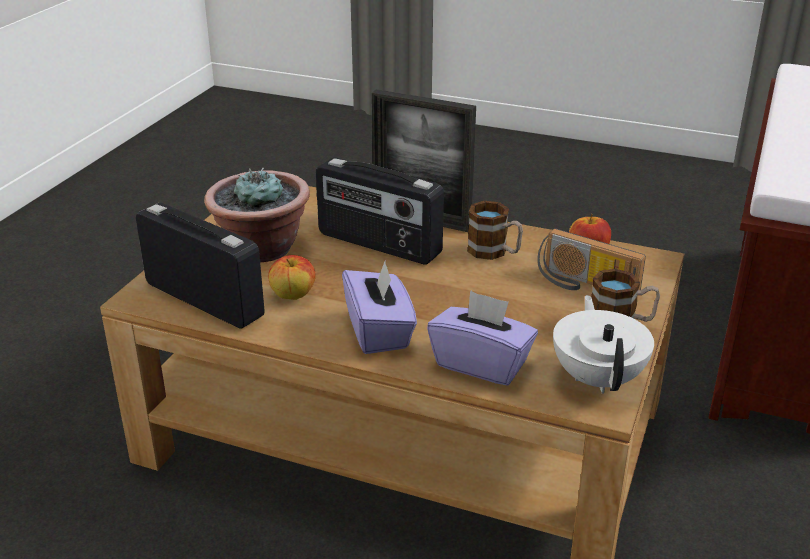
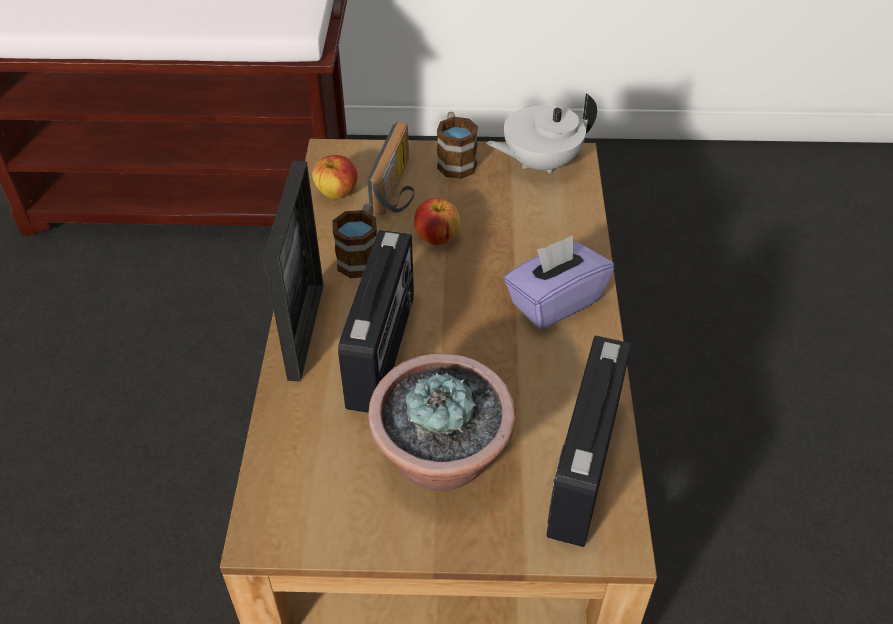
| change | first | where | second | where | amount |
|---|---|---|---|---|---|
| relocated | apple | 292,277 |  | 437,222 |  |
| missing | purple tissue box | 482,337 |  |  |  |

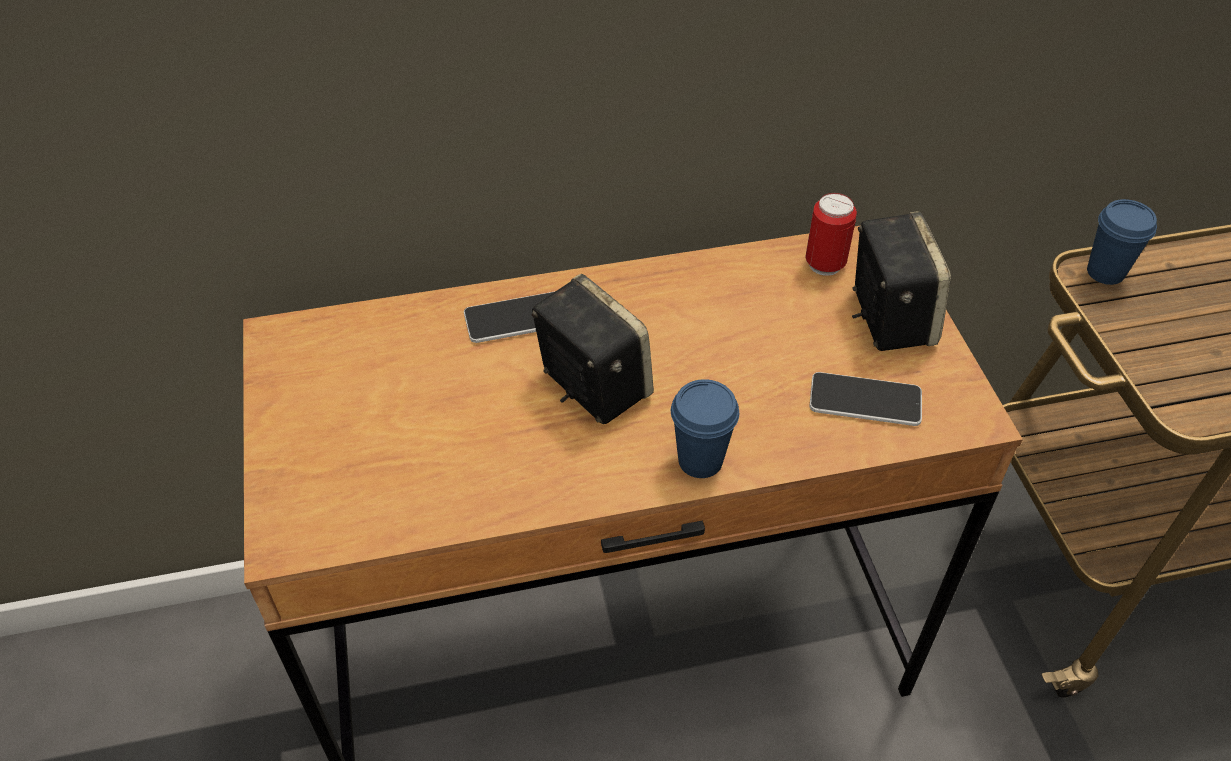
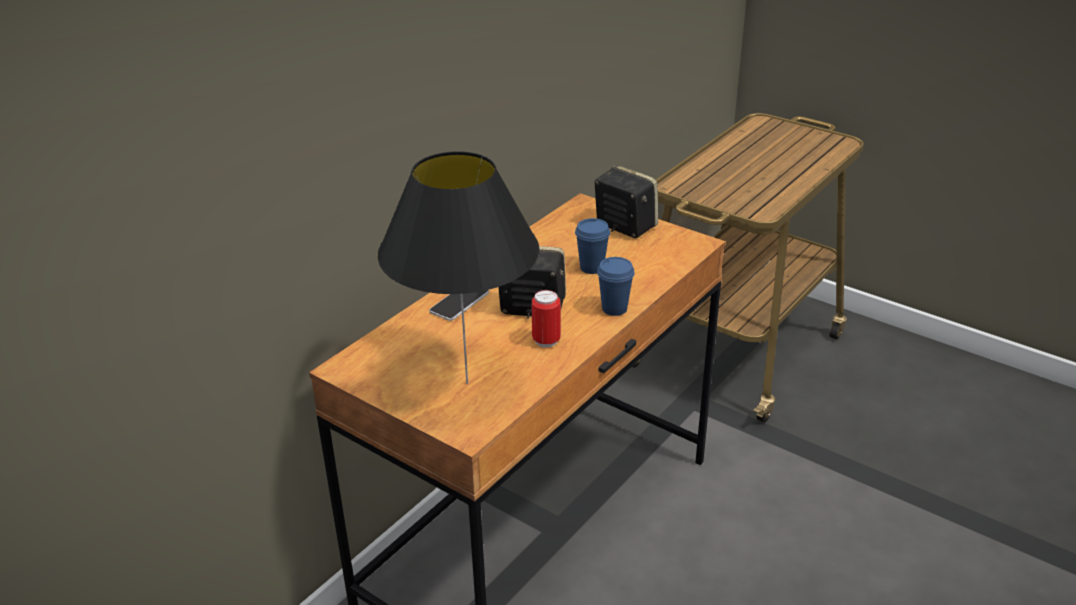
| change | first | where | second | where | amount |
|---|---|---|---|---|---|
| relocated | sealed can | 831,234 |  | 546,319 |  |
| missing | phone | 866,399 |  |  |  |
| relocated | blue drinking cup | 1122,242 |  | 592,246 |  |
| appeared |  |  | black-coloured tabletop lamp | 459,267 |  |

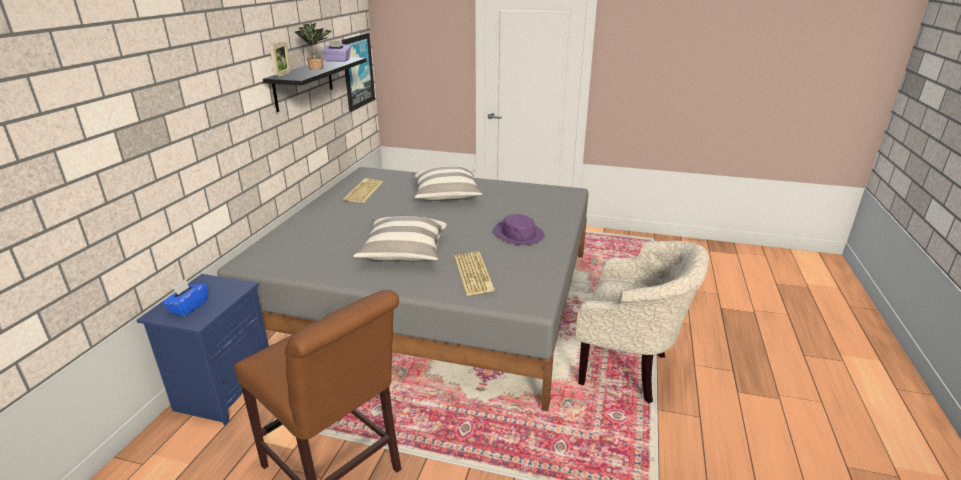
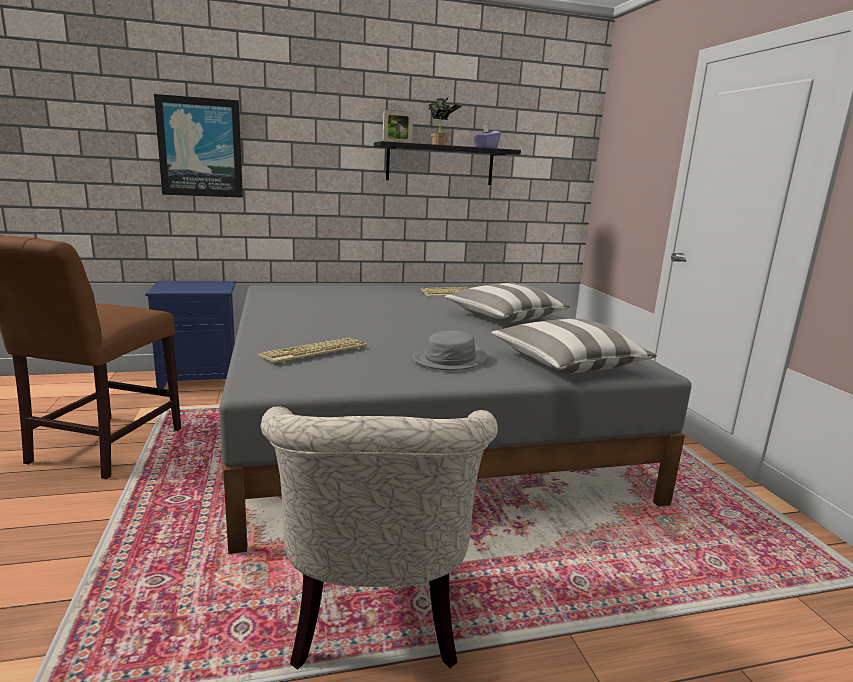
| change | first | where | second | where | amount |
|---|---|---|---|---|---|
| missing | blue tissue box | 185,298 |  |  |  |
| relocated | picture | 358,72 |  | 198,146 |  |
| relocated | throw pillow | 400,239 |  | 574,346 |  |
| colour | purple hat | 519,229 | greyish hat | 450,350 |  |

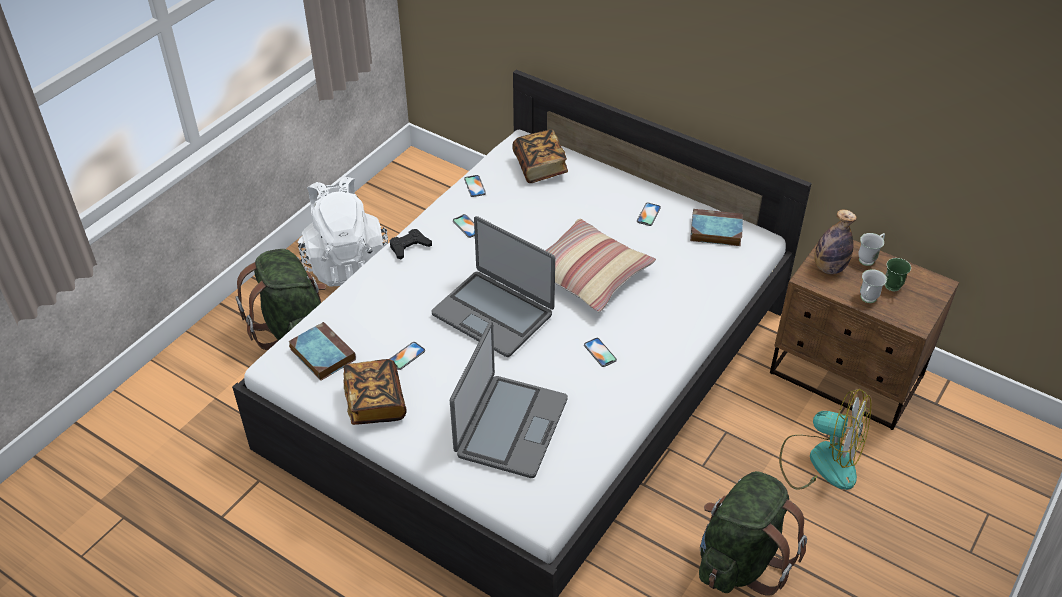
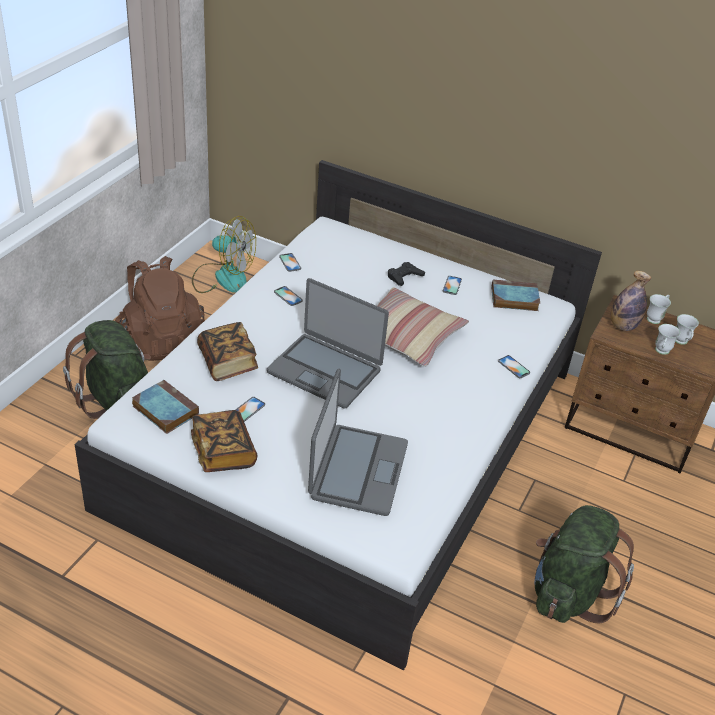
| change | first | where | second | where | amount |
|---|---|---|---|---|---|
| colour | whitish rucksack | 343,232 | brown rucksack | 160,308 |  |
| relocated | black-coloured gamepad | 411,244 |  | 406,274 |  |
| relocated | bound book | 540,156 |  | 227,351 |  |
| relocated | phone | 600,352 |  | 514,366 |  |
| relocated | electric fan | 825,439 |  | 224,254 |  |
| colour | green coffee mug | 898,274 | whitish coffee mug | 687,329 |  |

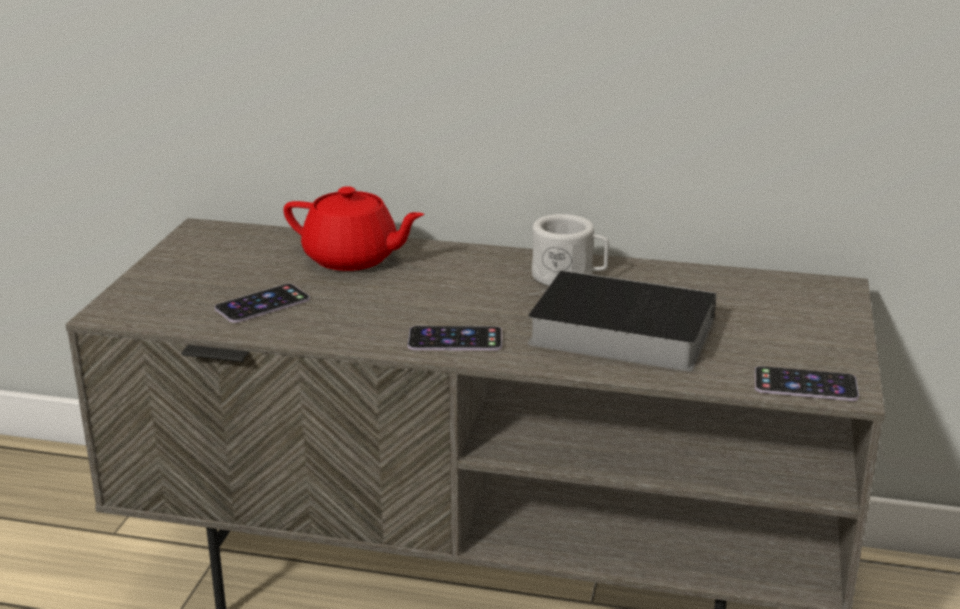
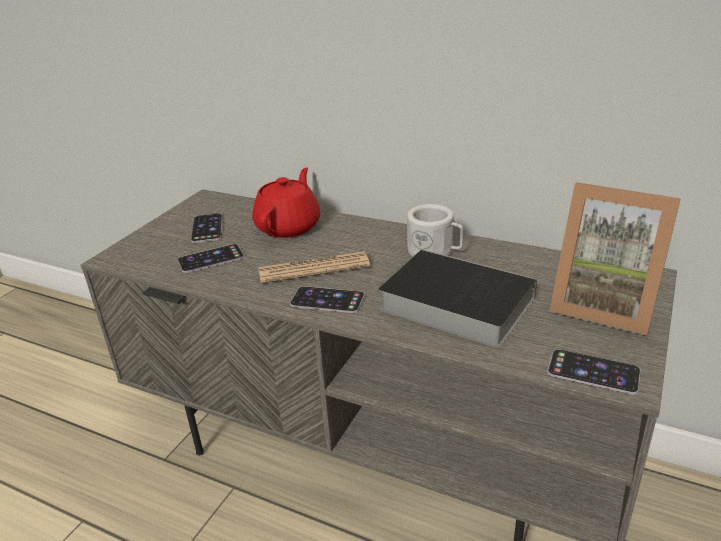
| change | first | where | second | where | amount |
|---|---|---|---|---|---|
| spun | red-coloured tea pot | 353,228 |  | 286,202 | 105 degrees counterclockwise |
| appeared |  |  | phone | 207,228 |  |
| appeared |  |  | daily paper | 314,267 |  |
| appeared |  |  | picture frame | 615,259 |  |

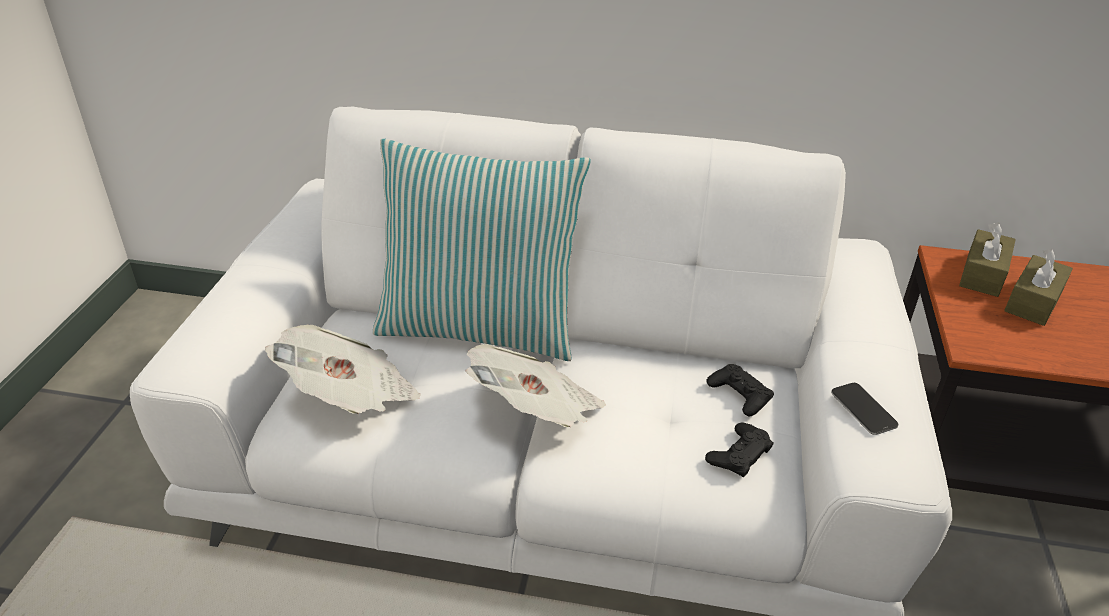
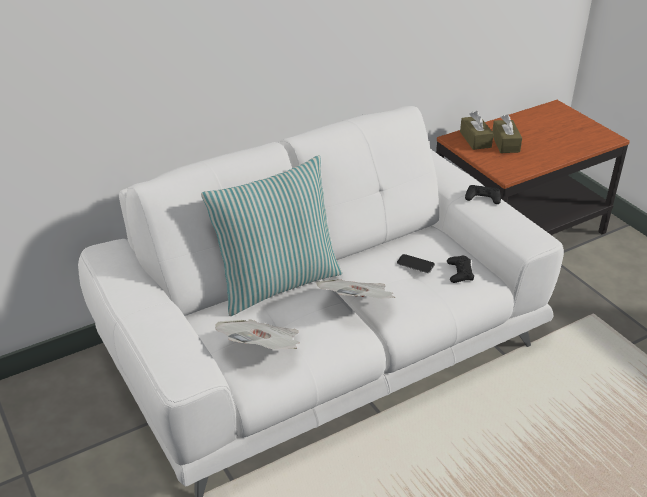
| change | first | where | second | where | amount |
|---|---|---|---|---|---|
| relocated | black-coloured gamepad | 740,390 |  | 483,194 |  |
| relocated | phone | 864,409 |  | 416,263 |  |

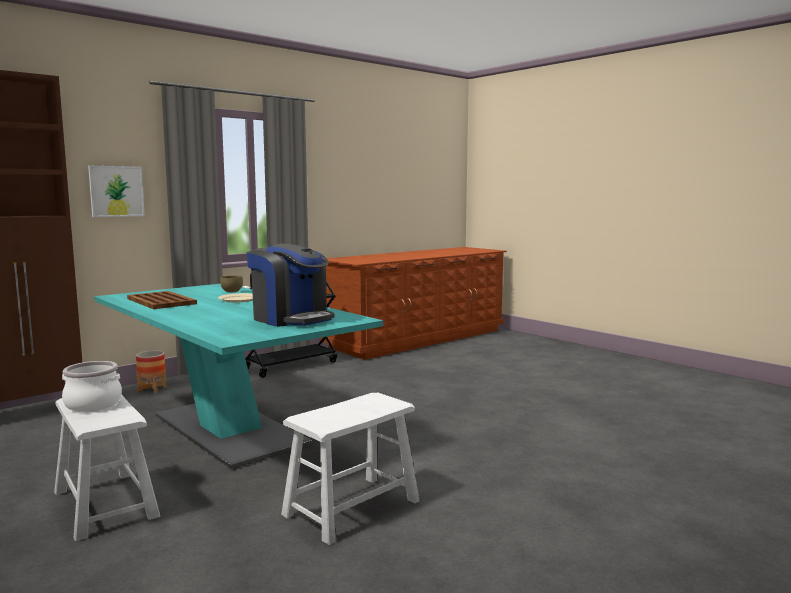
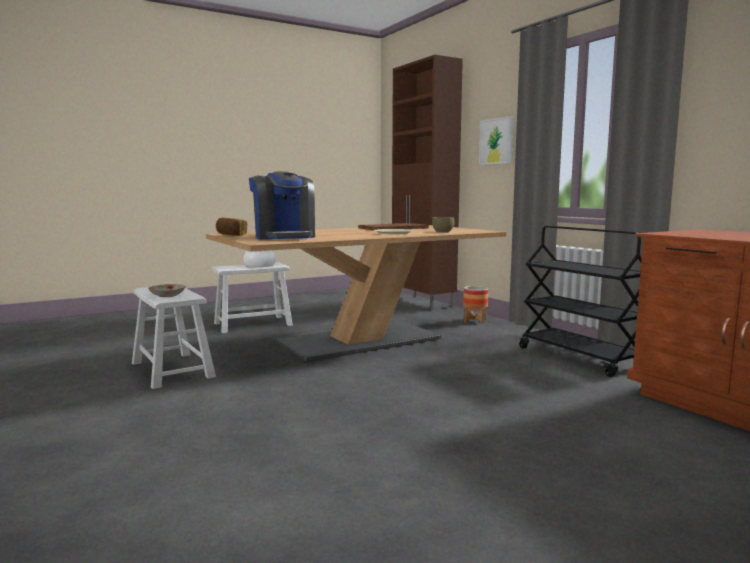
| change | first | where | second | where | amount |
|---|---|---|---|---|---|
| colour | turquoise-coloured kitchen table | 238,376 | sand-coloured kitchen table | 356,293 |  |
| spun | coffee brewer | 290,285 |  | 282,205 | 75 degrees counterclockwise |
| appeared |  |  | dinner plate | 167,290 |  |
| appeared |  |  | bakery bread | 231,227 |  |

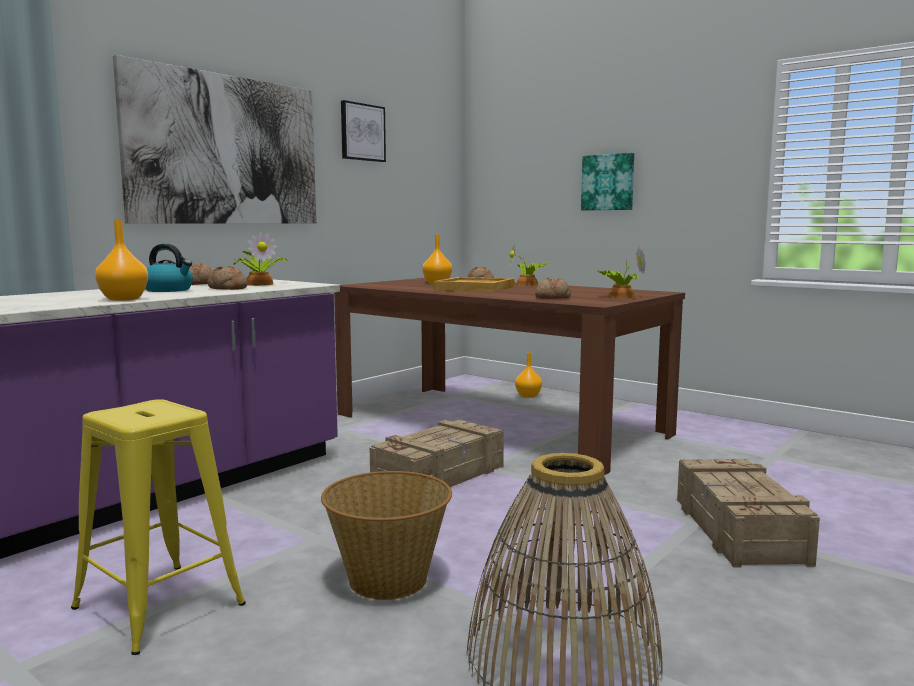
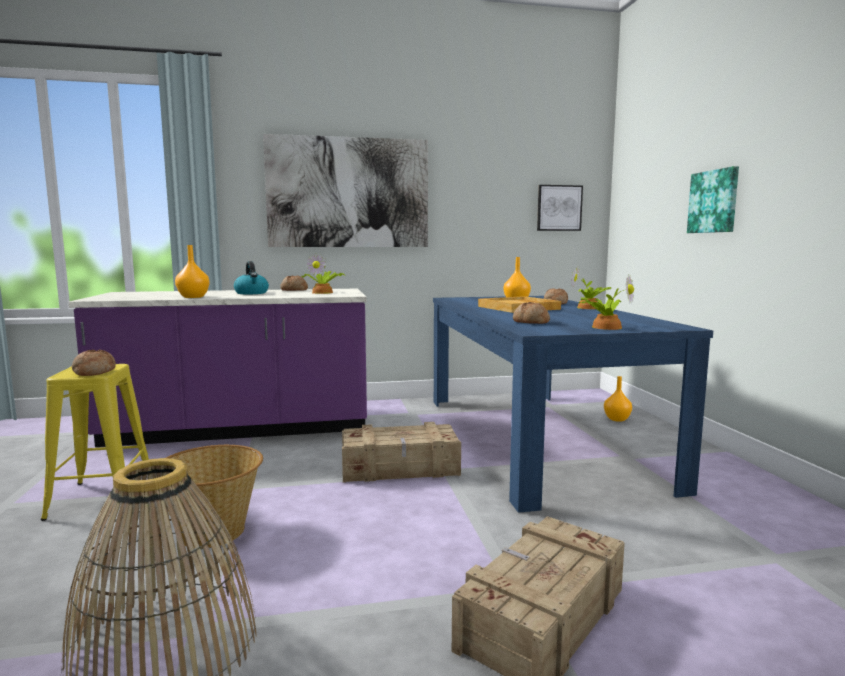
| change | first | where | second | where | amount |
|---|---|---|---|---|---|
| relocated | bakery bread | 227,278 |  | 94,363 |  |
| colour | brown kitchen table | 509,376 | blue kitchen table | 573,404 |  |
| relocated | picture | 363,131 |  | 560,208 |  |

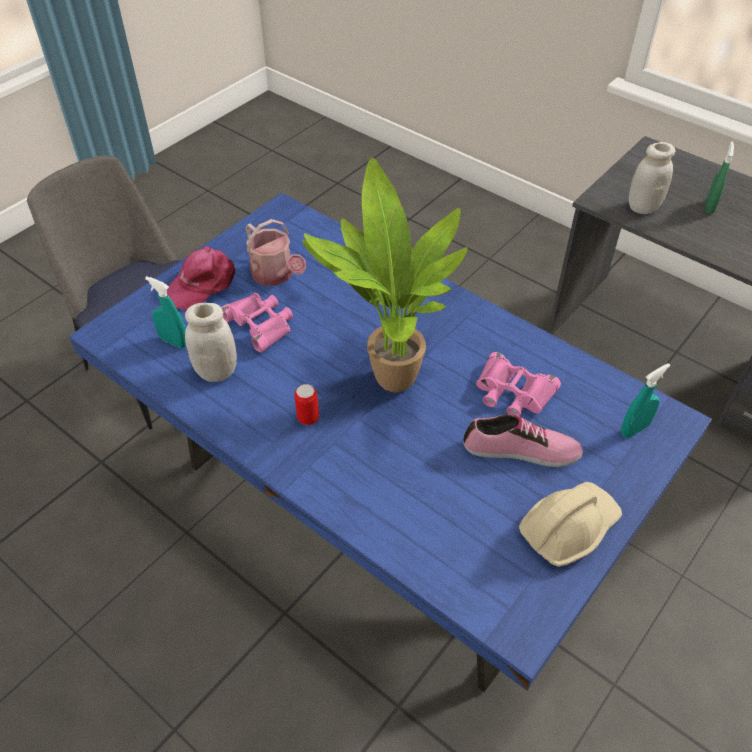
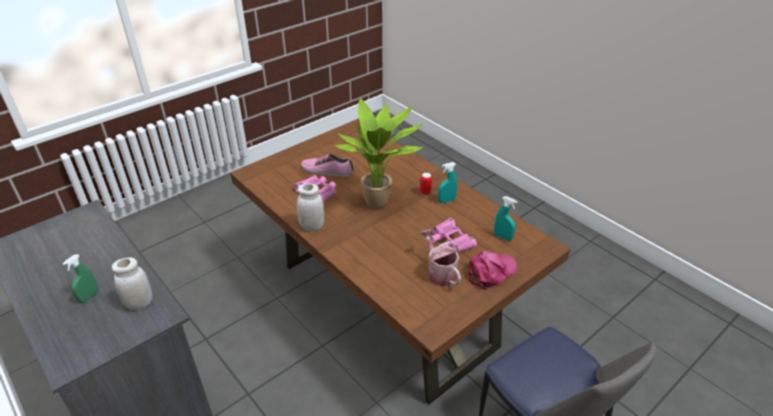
| change | first | where | second | where | amount |
|---|---|---|---|---|---|
| colour | blue kitchen table | 390,442 | brown kitchen table | 400,262 |  |
| relocated | whitish jar | 211,342 |  | 310,207 |  |
| missing | sand-coloured hard hat | 570,524 |  |  |  |
| relocated | turquoise-coloured hand sprayer | 645,400 |  | 447,182 |  |

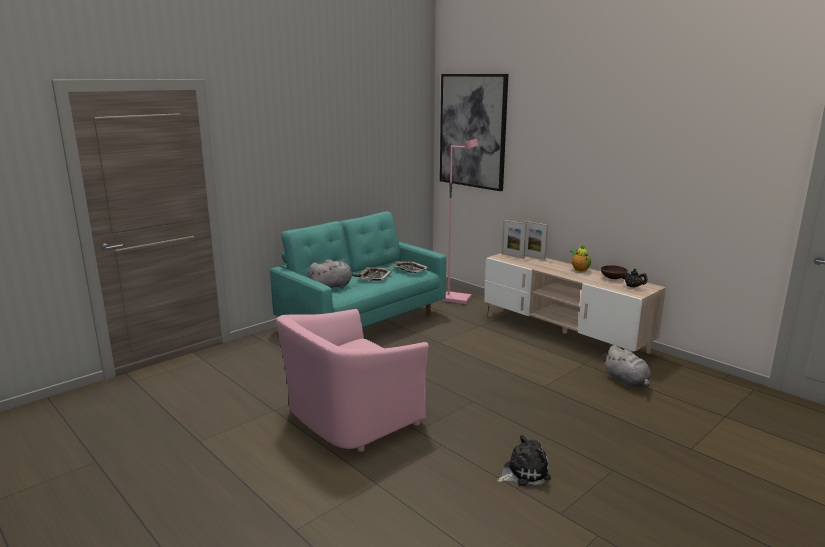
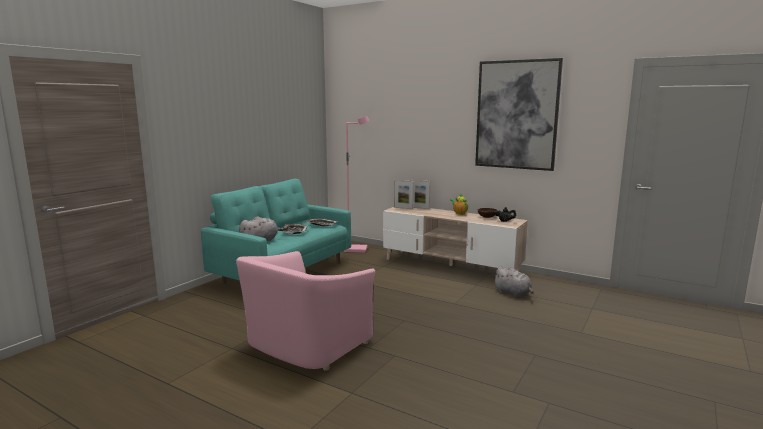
| change | first | where | second | where | amount |
|---|---|---|---|---|---|
| relocated | picture | 474,132 |  | 519,114 |  |
| missing | cuddly toy | 524,460 |  |  |  |

